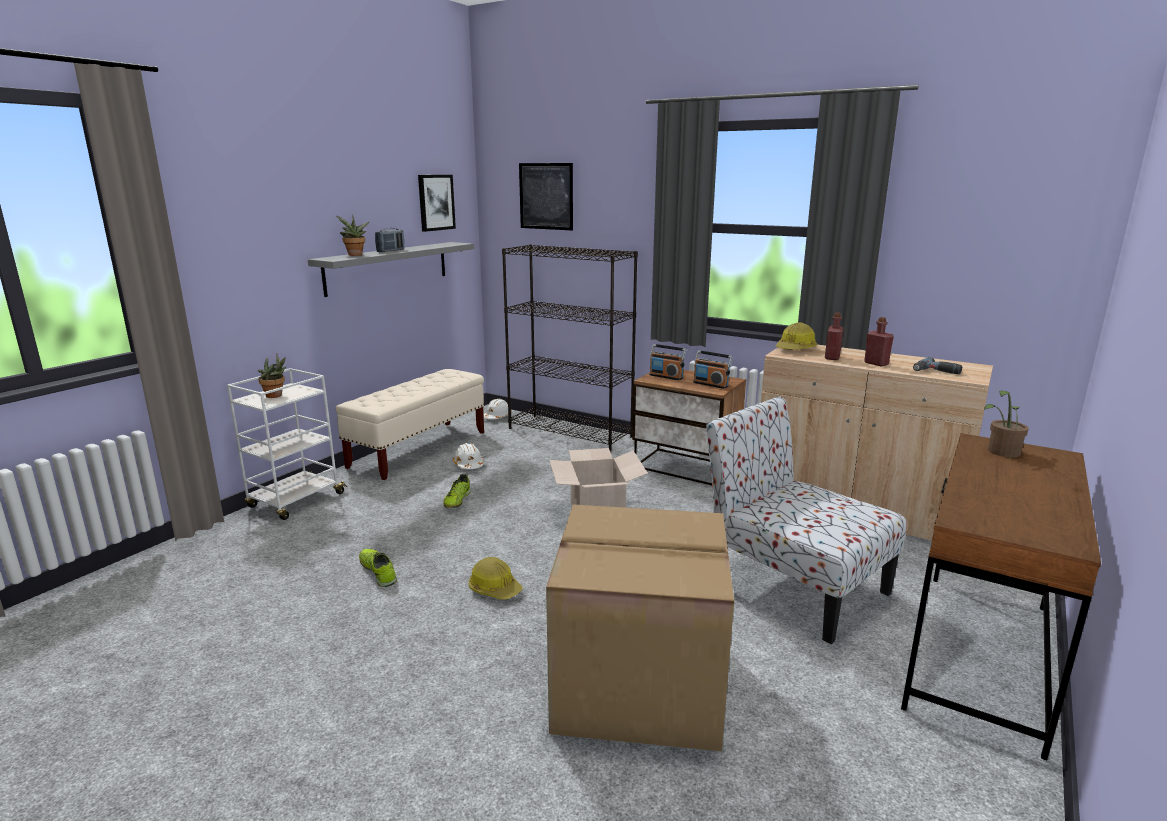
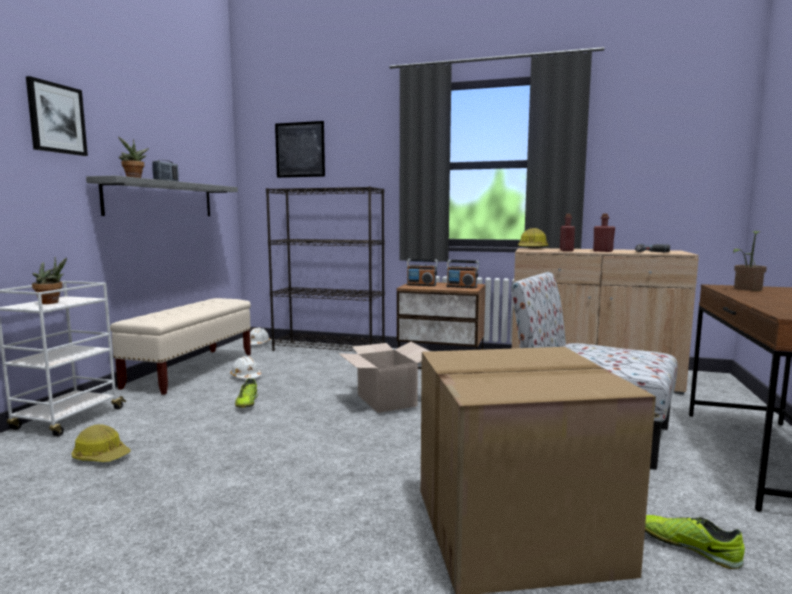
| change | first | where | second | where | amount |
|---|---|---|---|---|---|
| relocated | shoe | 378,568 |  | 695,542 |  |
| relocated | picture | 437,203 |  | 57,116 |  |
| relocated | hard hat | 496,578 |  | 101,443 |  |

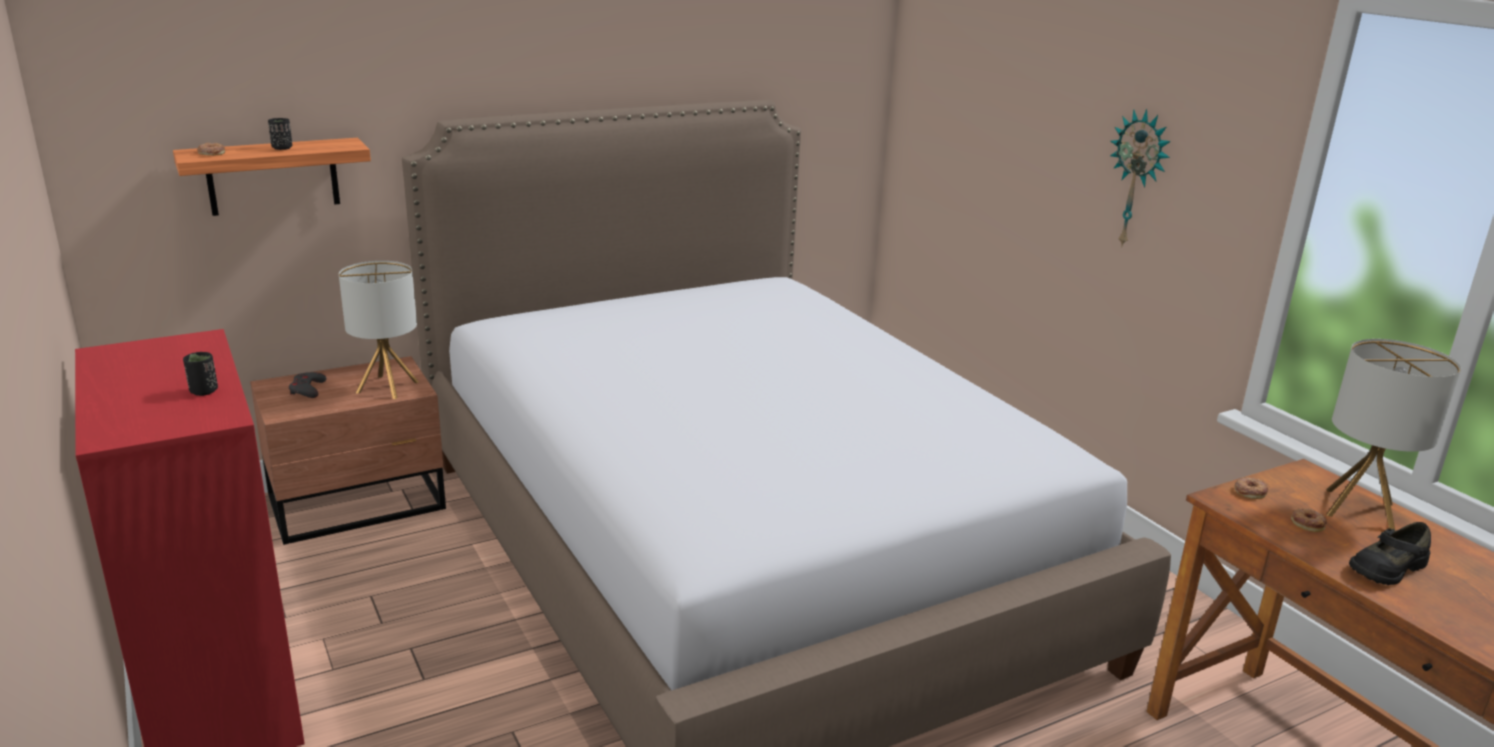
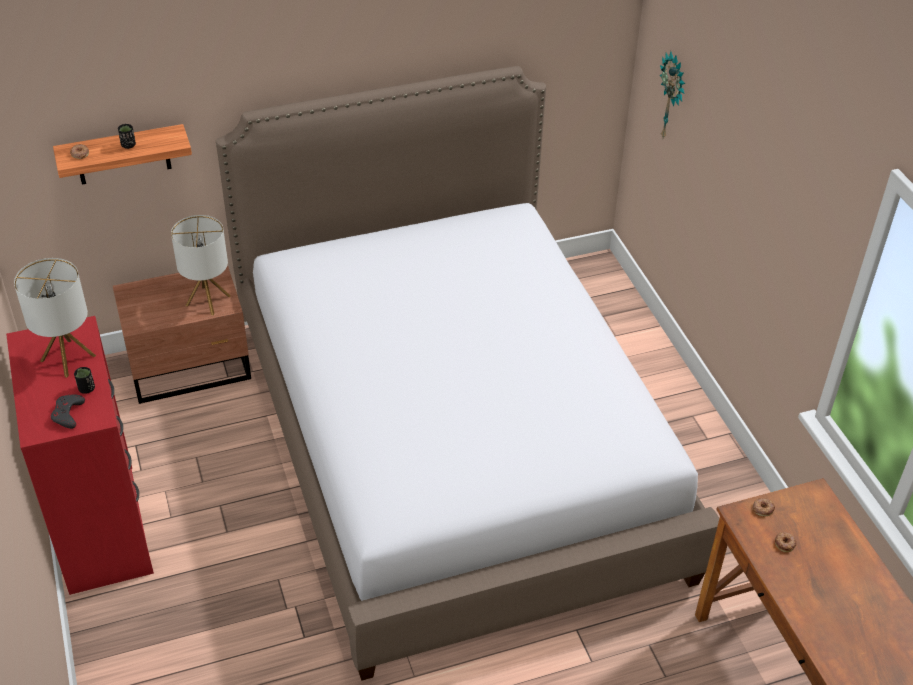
| change | first | where | second | where | amount |
|---|---|---|---|---|---|
| relocated | greyish gamepad | 308,385 |  | 68,411 |  |
| relocated | wall clock | 1140,178 |  | 672,94 |  |
| relocated | tabletop lamp | 1393,434 |  | 55,318 |  |
| missing | black-coloured shoe | 1390,553 |  |  |  |

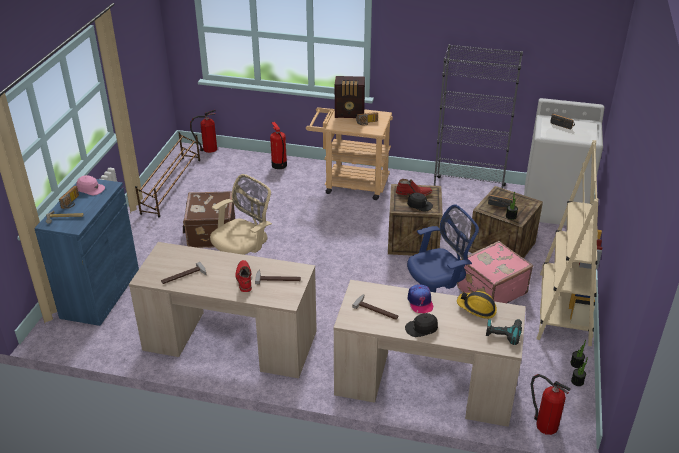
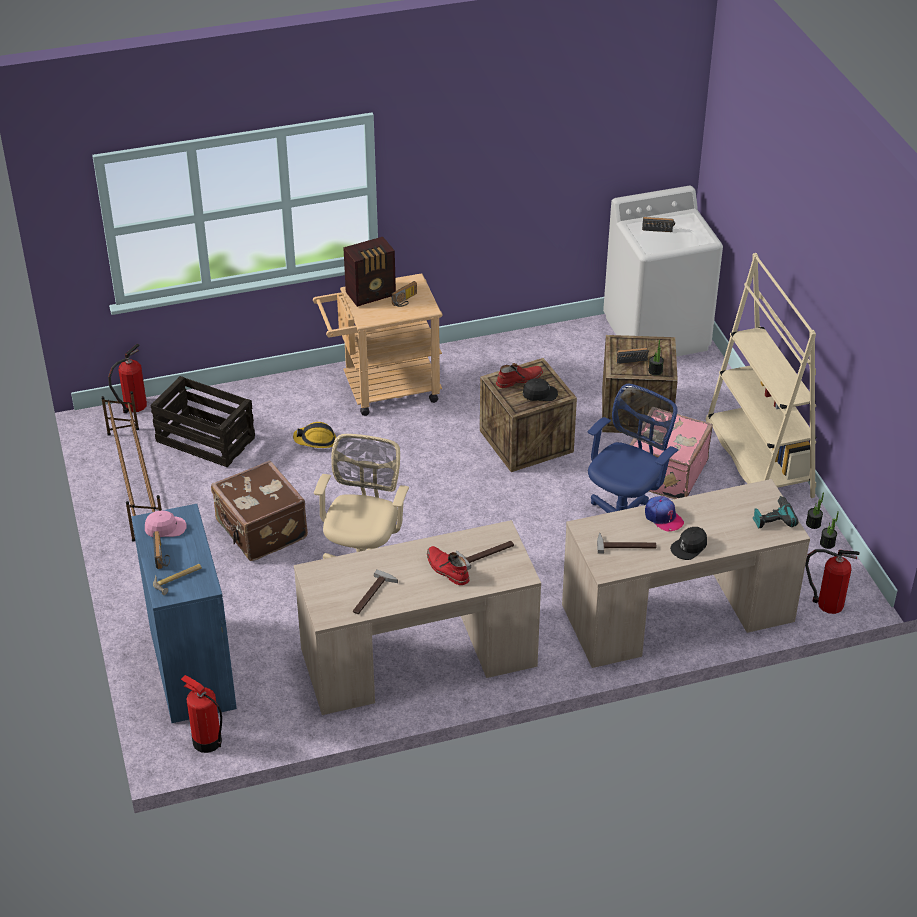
| change | first | where | second | where | amount |
|---|---|---|---|---|---|
| relocated | fire-fighting cylinder | 278,145 |  | 201,714 |  |
| missing | greyish bookcase | 478,116 |  |  |  |
| relocated | hard hat | 477,305 |  | 314,435 |  |
| appeared |  |  | crate | 202,421 |  |

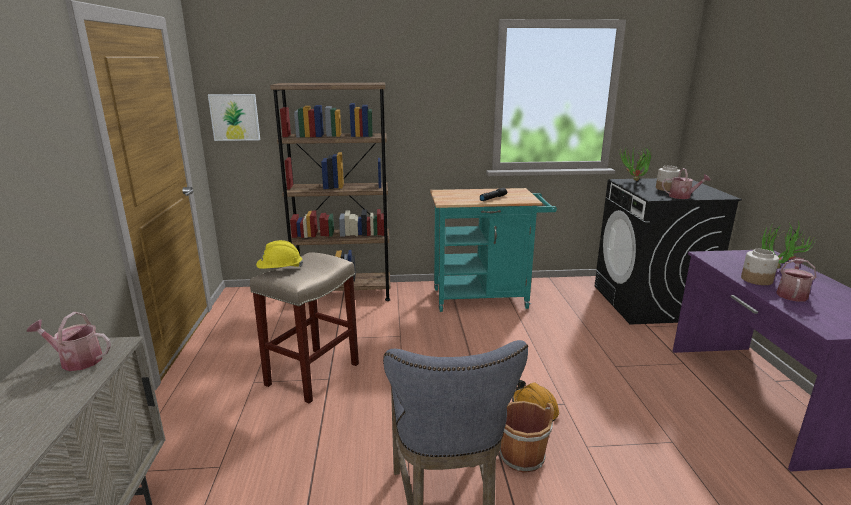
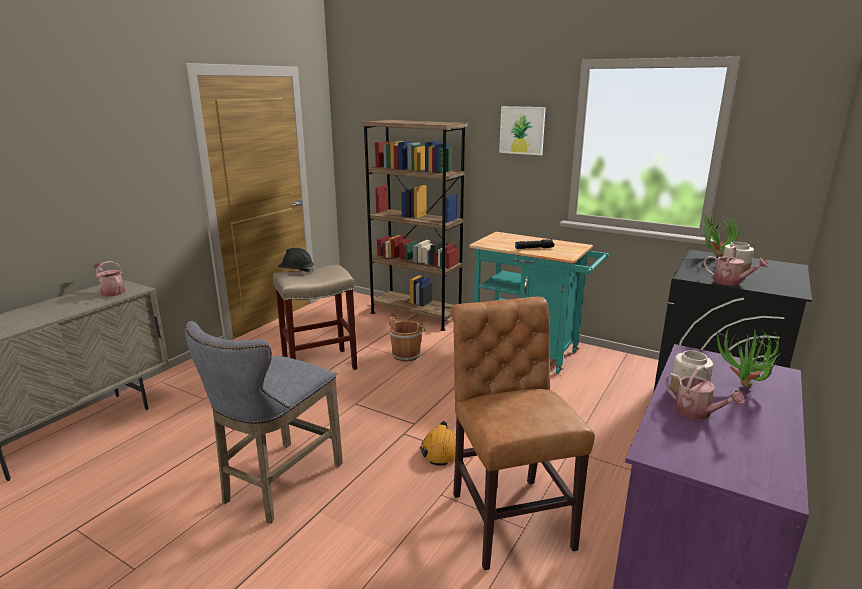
| change | first | where | second | where | amount |
|---|---|---|---|---|---|
| relocated | picture | 234,117 |  | 522,130 |  |
| colour | yellowish hard hat | 279,254 | black-coloured hard hat | 296,260 |  |
| relocated | brown water bucket | 527,437 |  | 407,339 |  |
| spun | watering pot | 796,279 |  | 705,393 | 75 degrees clockwise |
| appeared |  |  | brown plain chair | 523,433 |  |

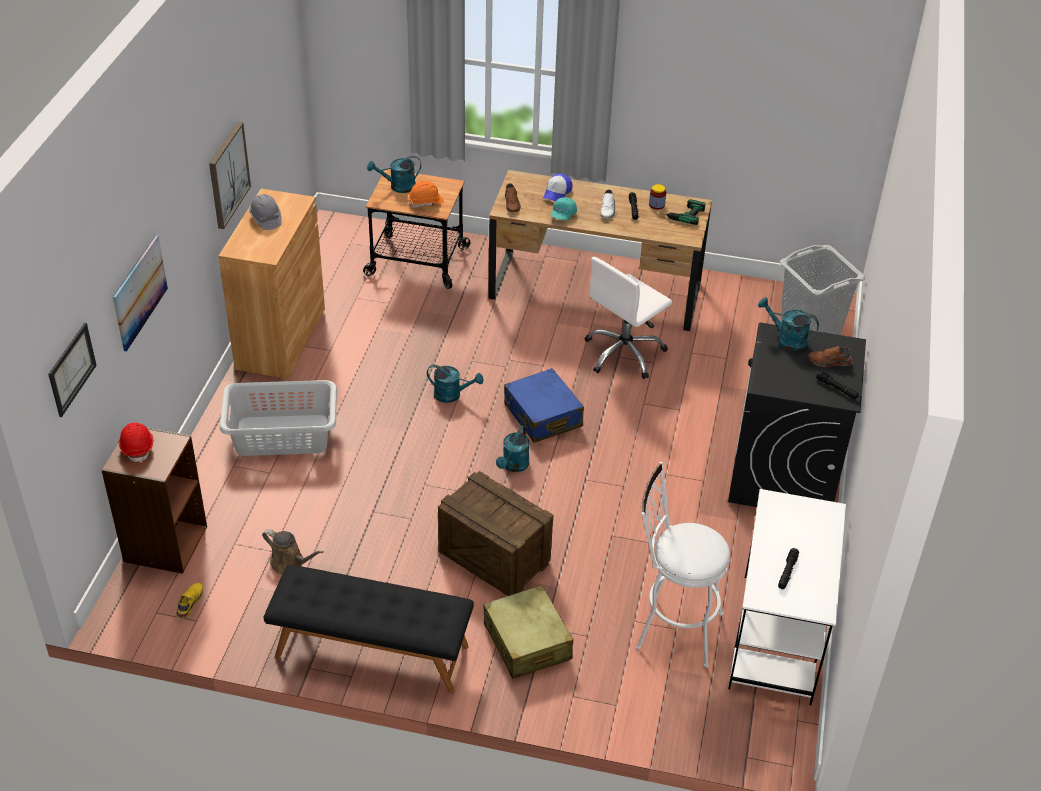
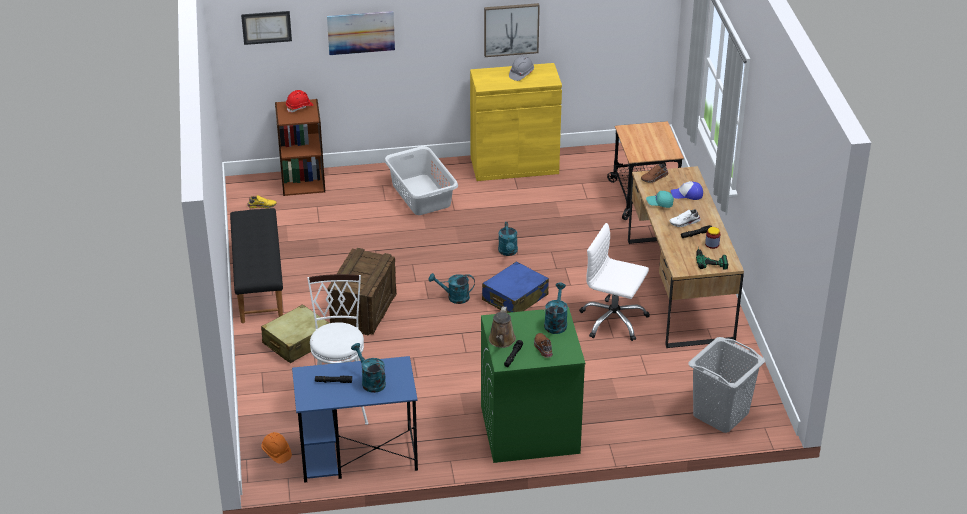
| change | first | where | second | where | amount |
|---|---|---|---|---|---|
| colour | brown cupboard | 272,284 | yellowish cupboard | 516,122 |  |
| relocated | brown watering pot | 293,551 |  | 502,327 |  |
| relocated | turquoise-coloured watering pot | 394,174 |  | 368,368 |  |
| relocated | orange hard hat | 426,194 |  | 276,448 |  |
| colour | black-coloured washing machine | 797,414 | green washing machine | 533,385 |  |
| colour | whitish desk unit | 787,597 | blue desk unit | 355,419 |  |

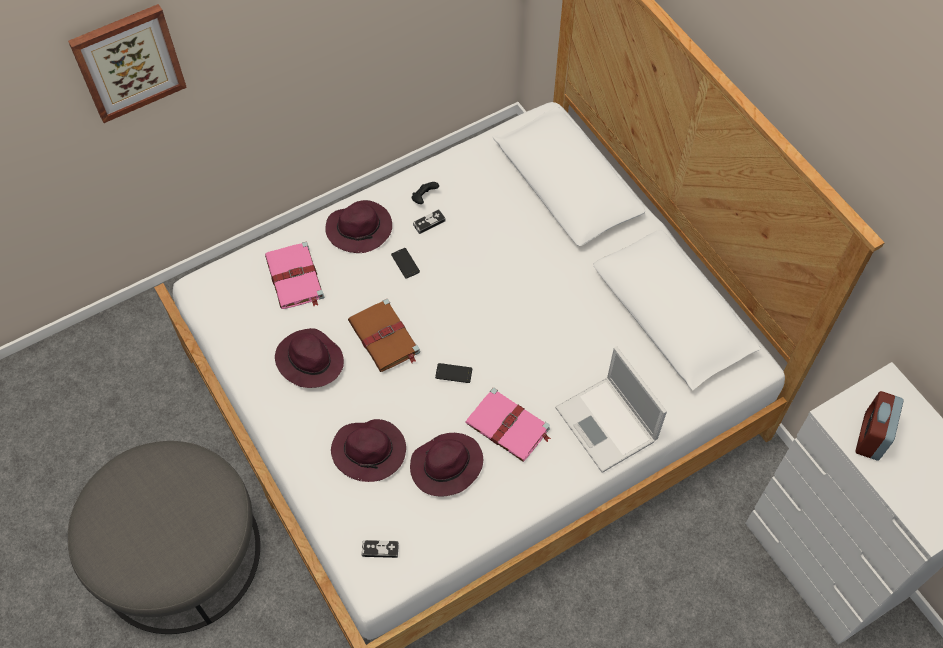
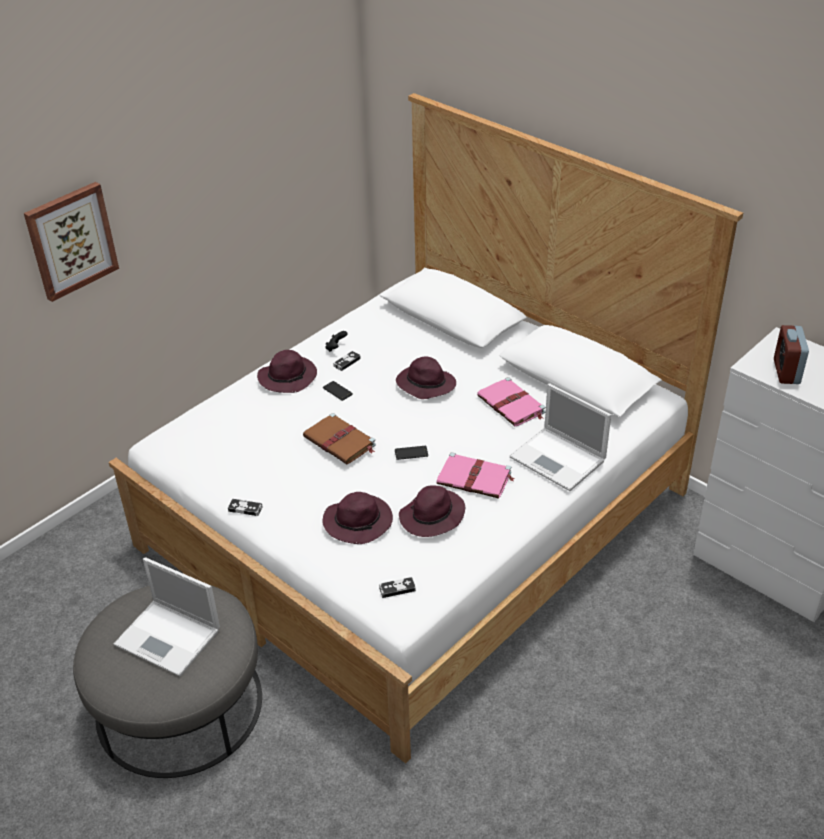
| change | first | where | second | where | amount |
|---|---|---|---|---|---|
| relocated | pinkish bound book | 295,275 |  | 511,402 |  |
| relocated | purple hat | 309,358 |  | 426,377 |  |
| appeared |  |  | laptop | 167,616 |  |
| appeared |  |  | gamepad | 245,507 |  |

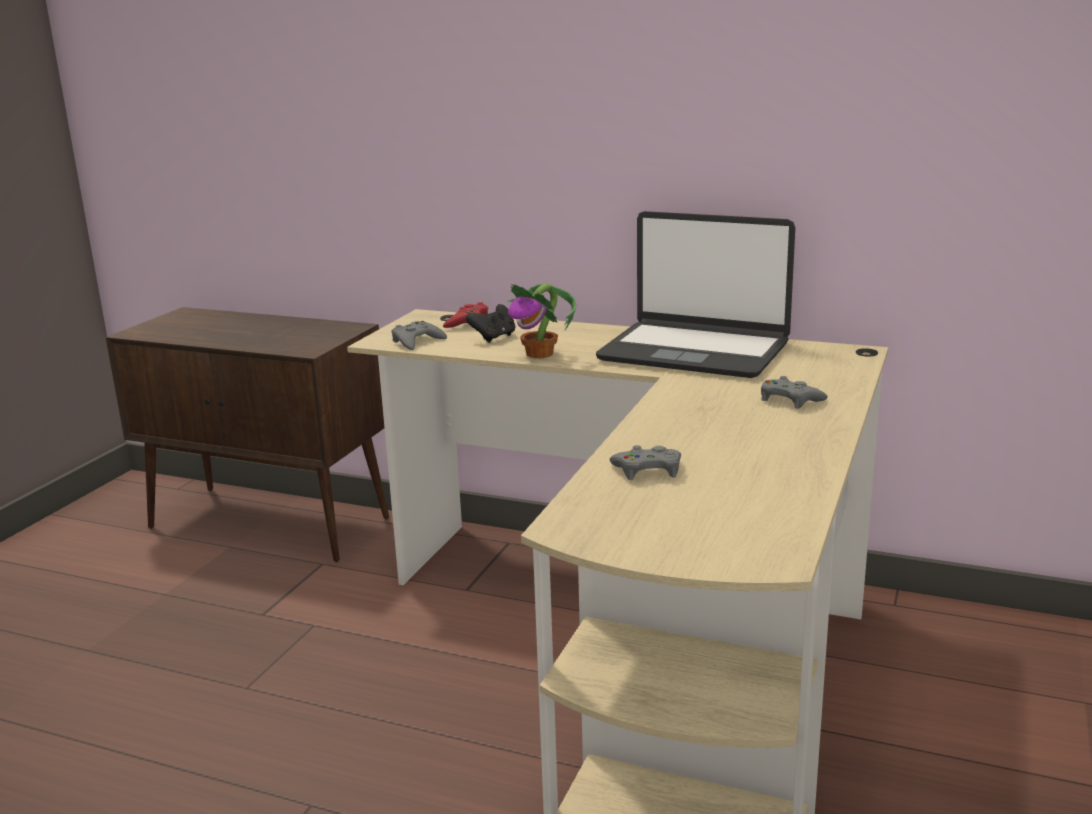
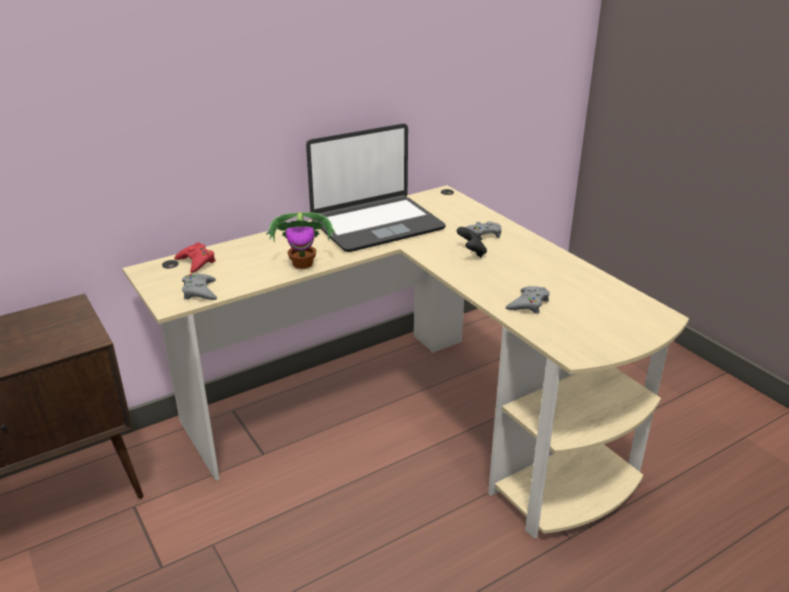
| change | first | where | second | where | amount |
|---|---|---|---|---|---|
| relocated | black-coloured gamepad | 490,323 |  | 472,242 |  |

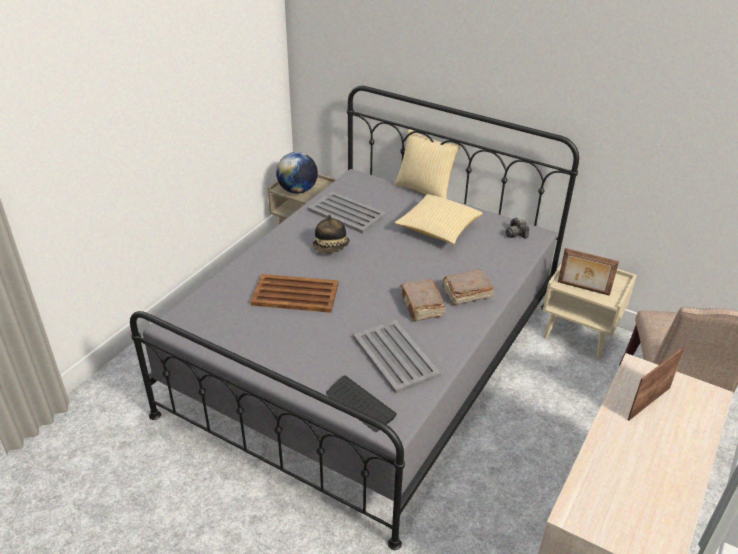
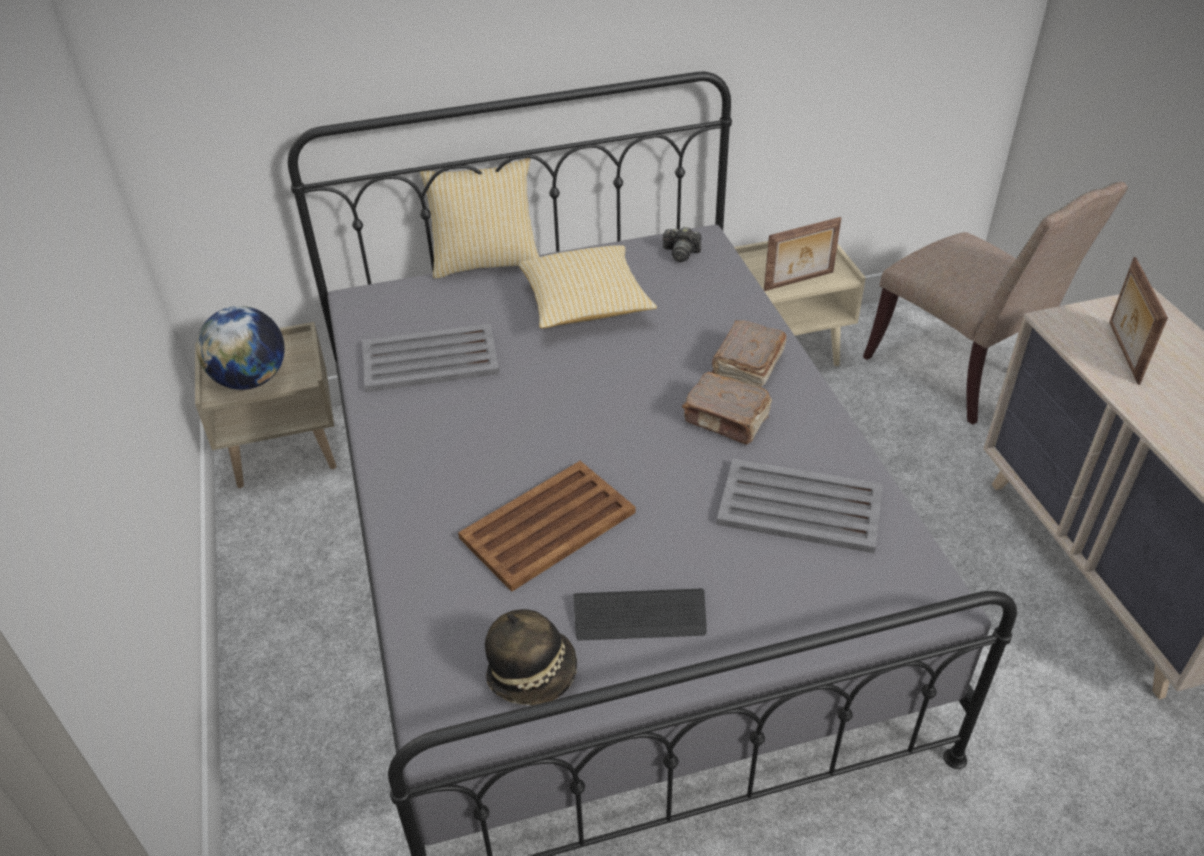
| change | first | where | second | where | amount |
|---|---|---|---|---|---|
| relocated | hat | 331,234 |  | 531,657 |  |
| relocated | computer keyboard | 361,403 |  | 640,614 |  |

